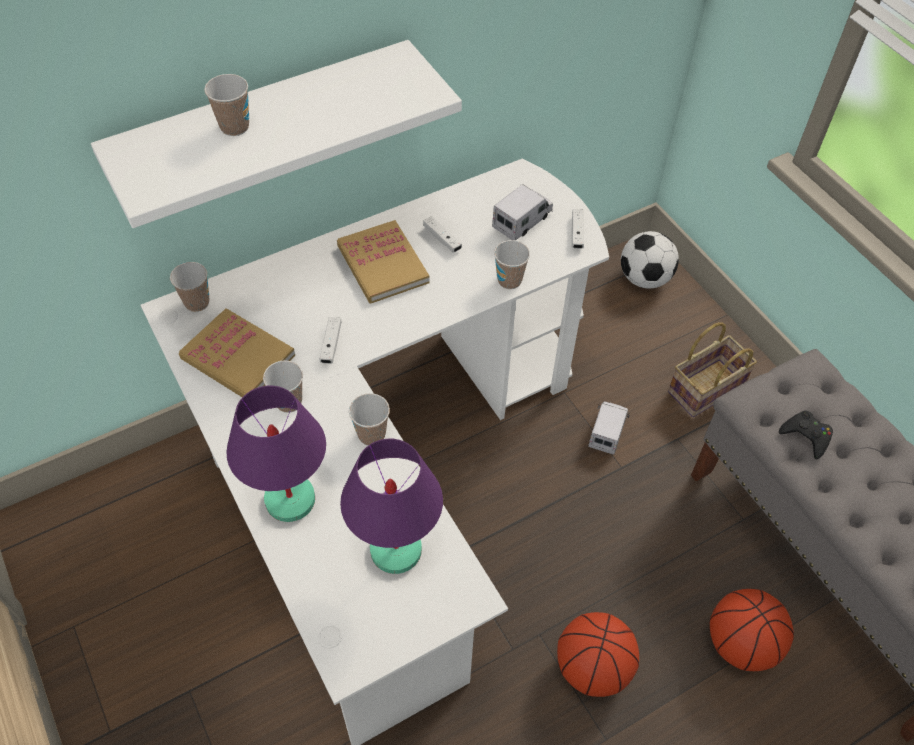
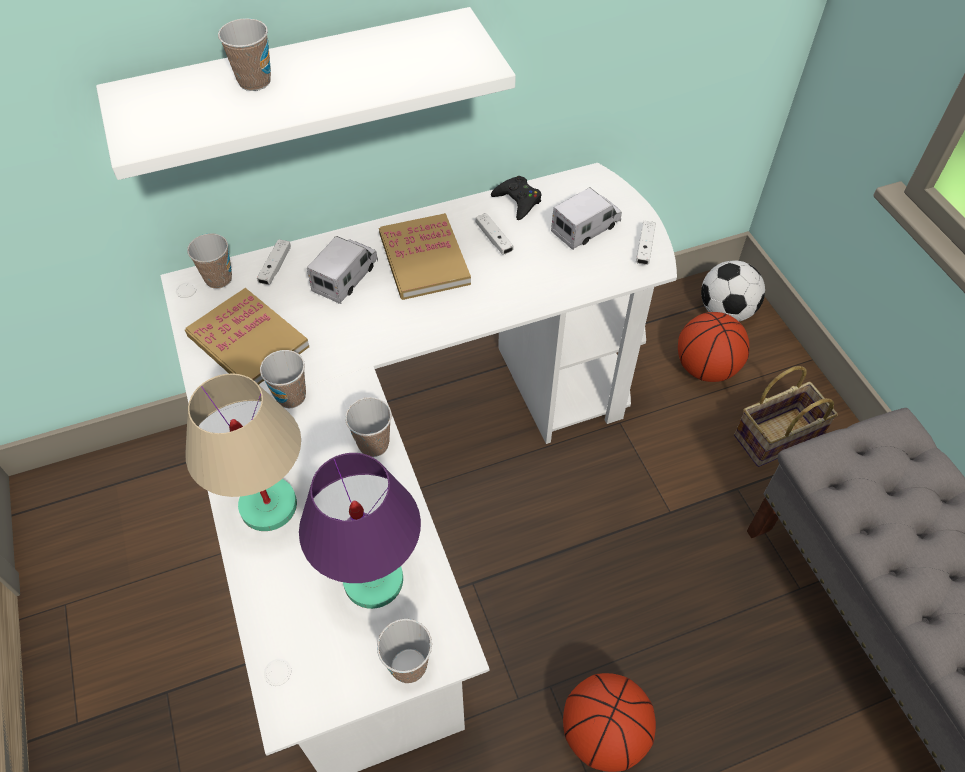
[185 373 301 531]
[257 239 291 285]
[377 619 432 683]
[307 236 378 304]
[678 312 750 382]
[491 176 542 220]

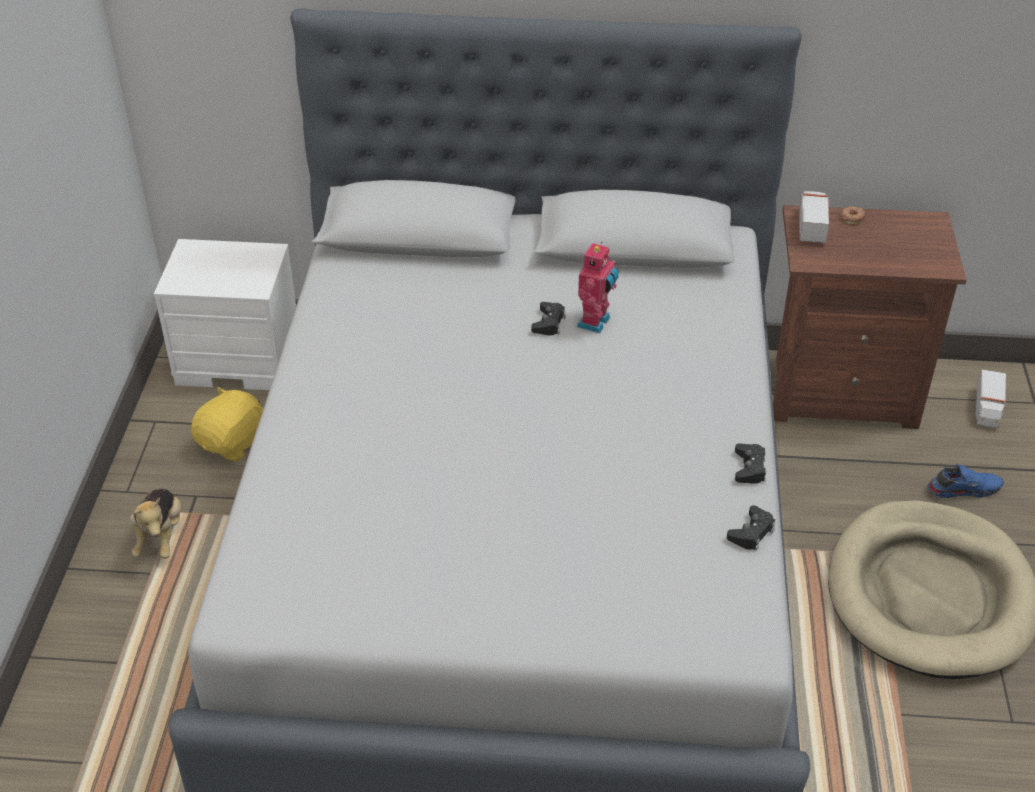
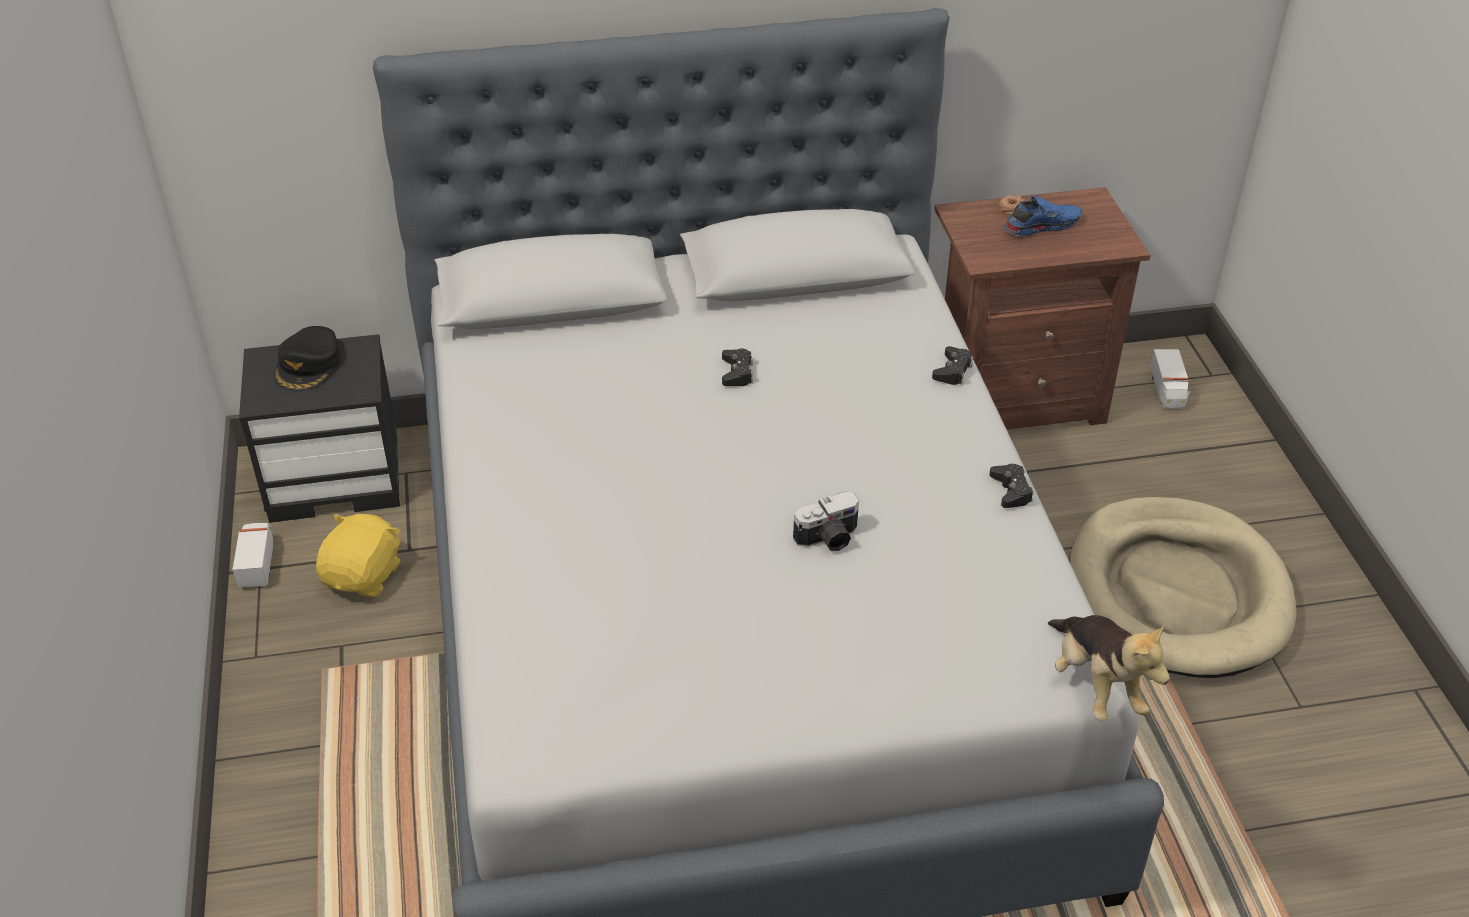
[1048 615 1170 721]
[239 334 400 523]
[577 241 619 333] (first image)
[932 346 973 385]
[233 523 273 588]
[1004 195 1082 237]
[274 326 341 391]
[793 491 859 551]

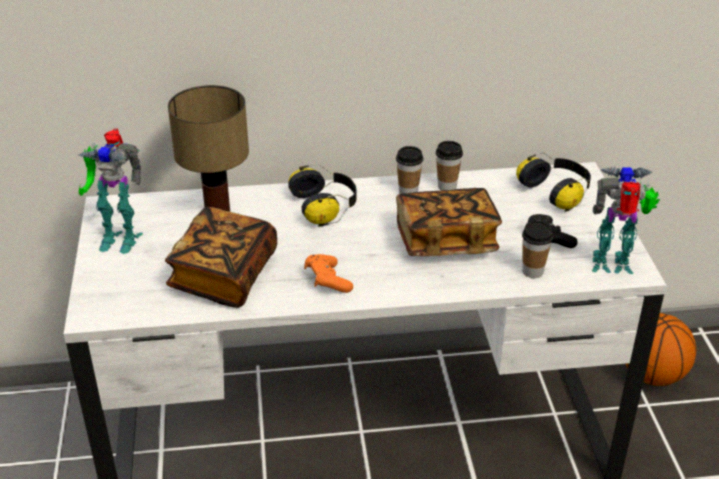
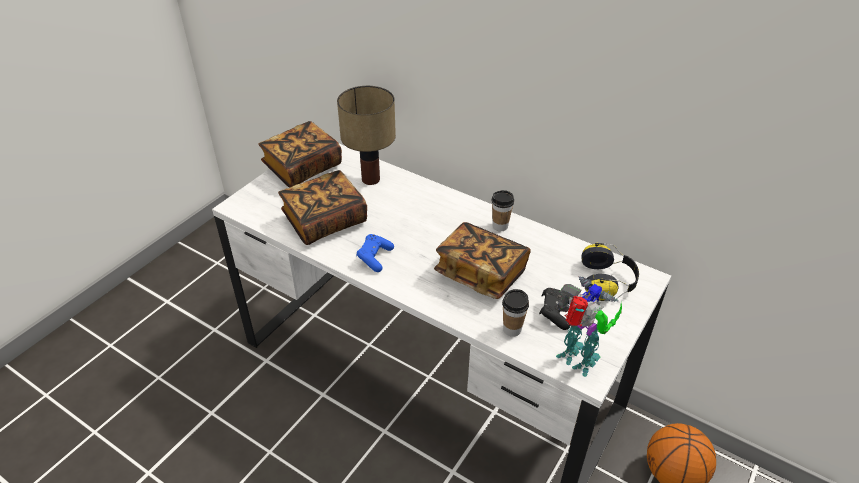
[258 121 342 188]
[288 164 357 227] (first image)
[357 234 394 272]
[436 141 463 190] (first image)

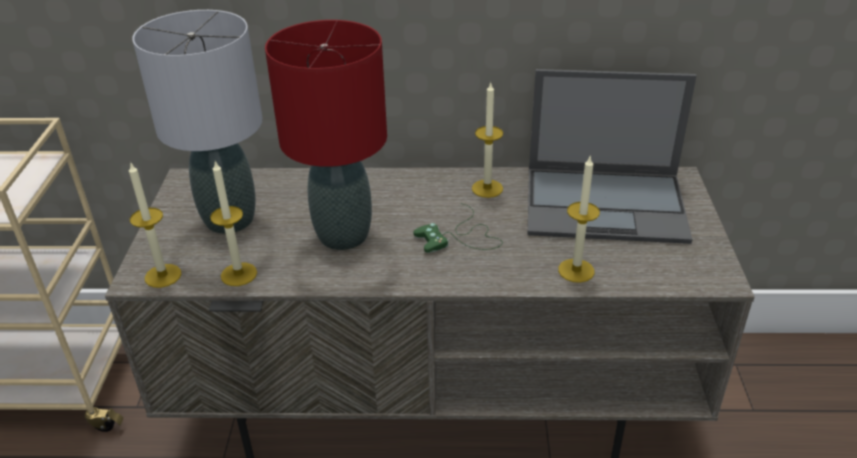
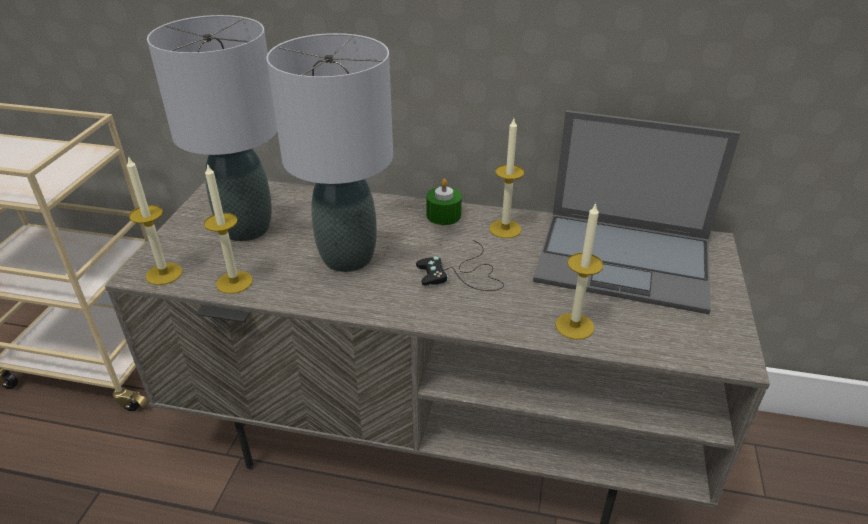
[266 33 393 272]
[416 240 504 291]
[426 179 462 225]

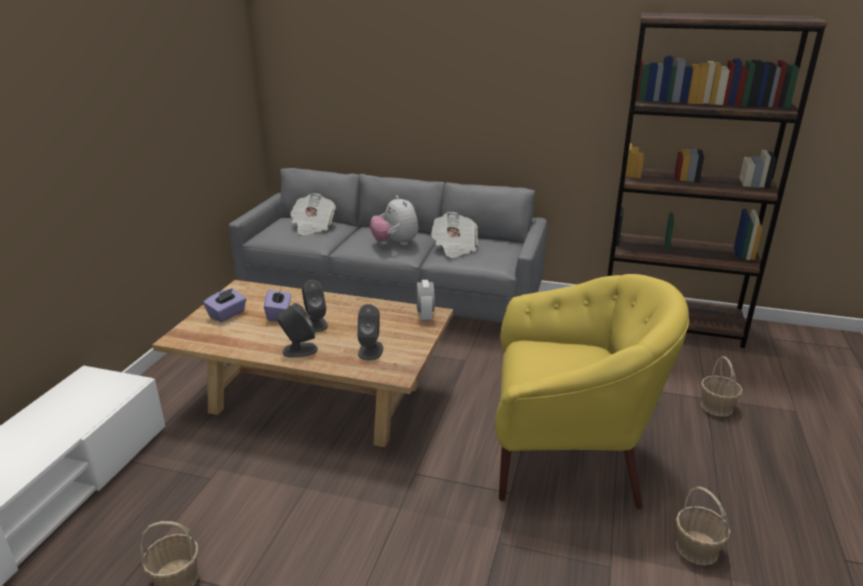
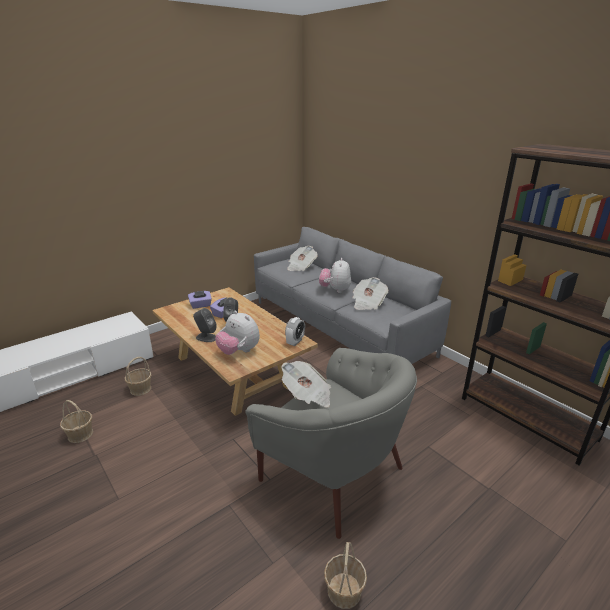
[215 311 260 355]
[245 348 417 539]
[125 357 151 396]
[281 361 331 407]

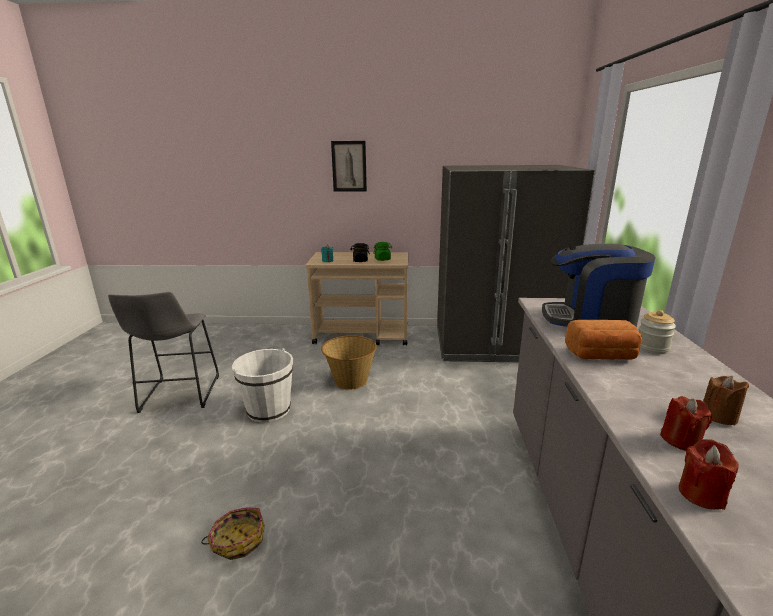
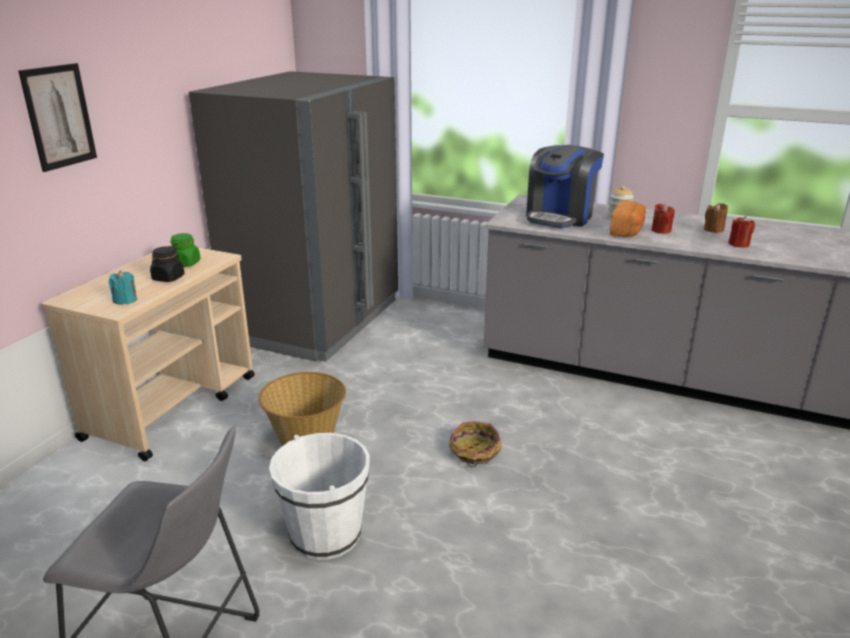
[449 421 501 467]
[652 204 675 234]

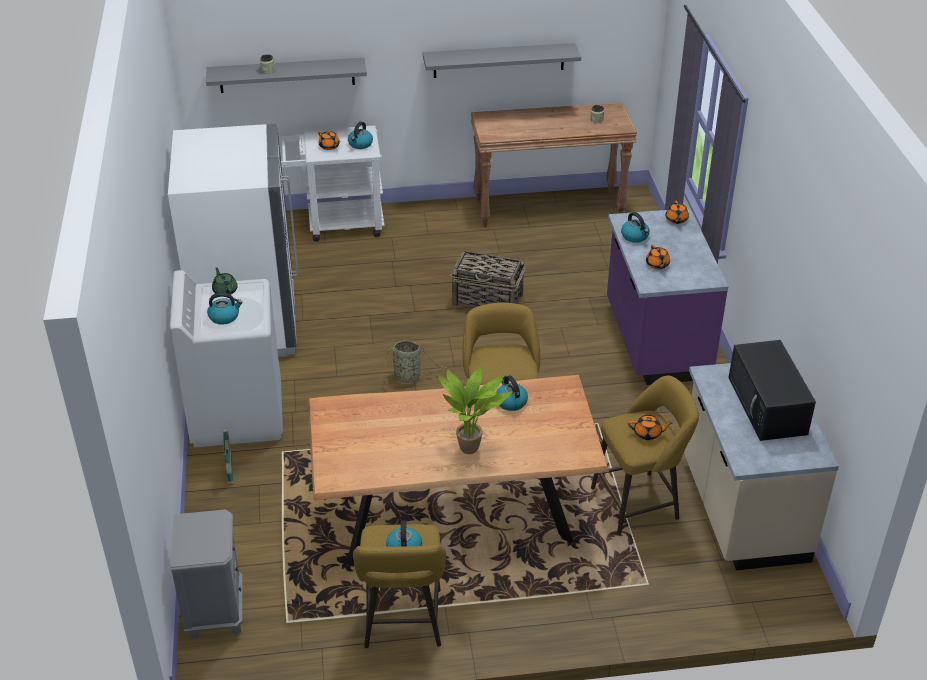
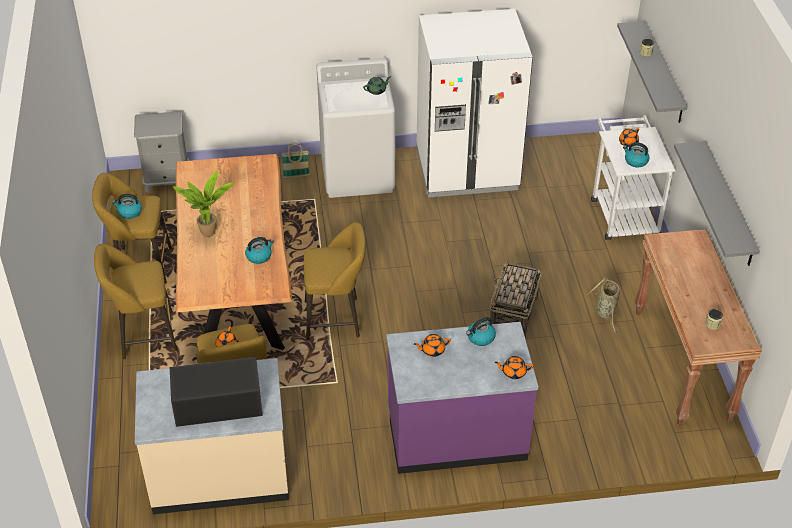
[207 292 243 325] (first image)
[587 277 620 334]
[94 244 177 359]

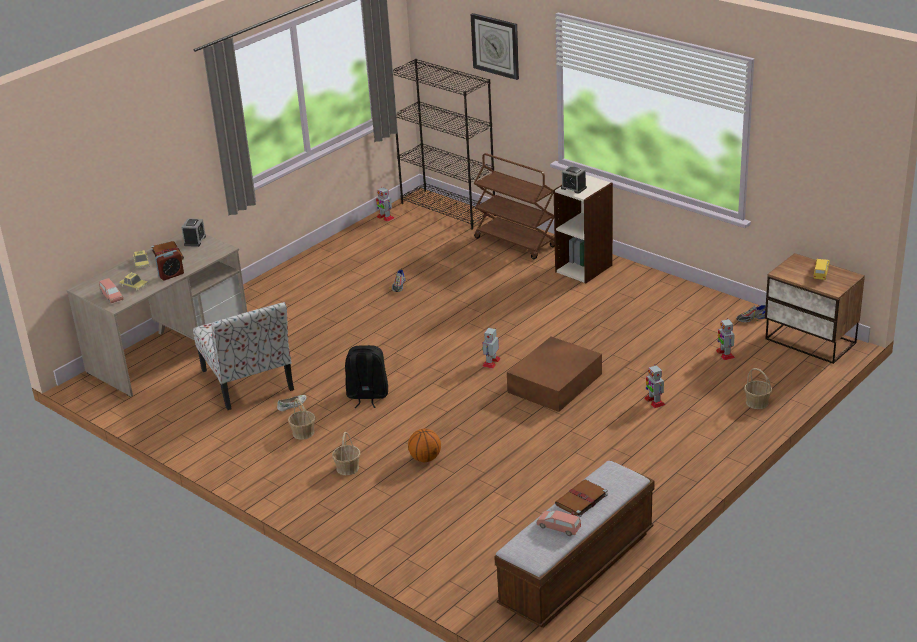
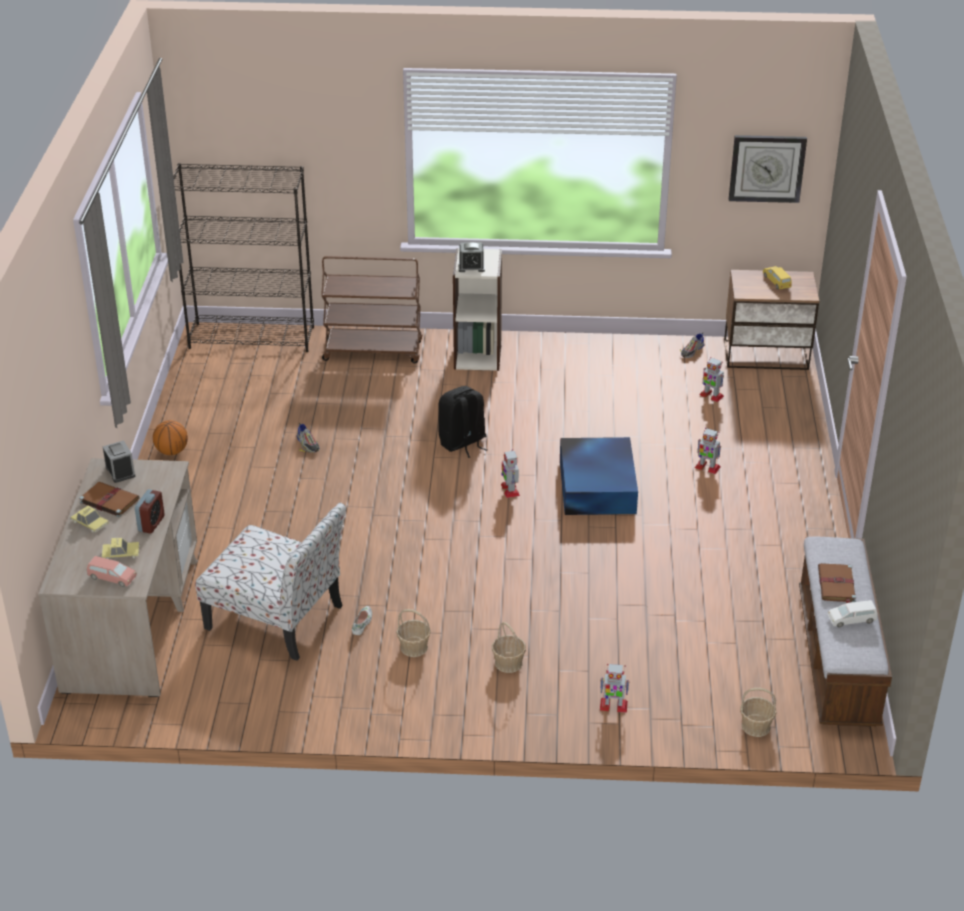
[438 386 487 458]
[600 664 629 713]
[153 420 188 455]
[729 135 807 203]
[560 437 638 515]
[828 600 878 627]
[740 688 777 737]

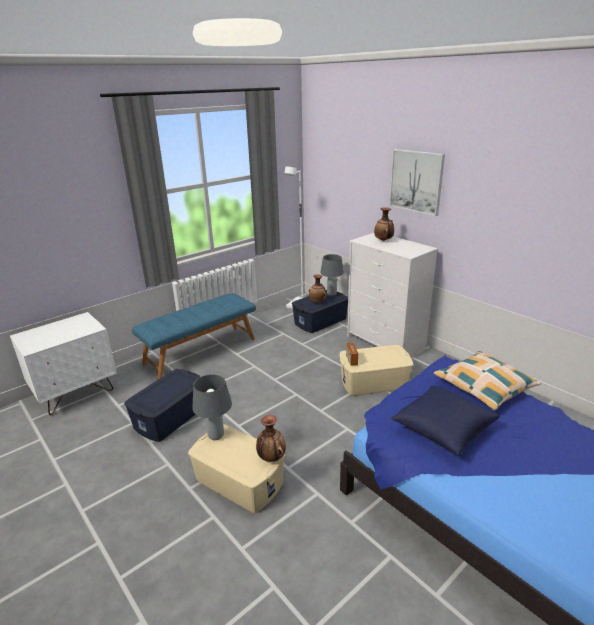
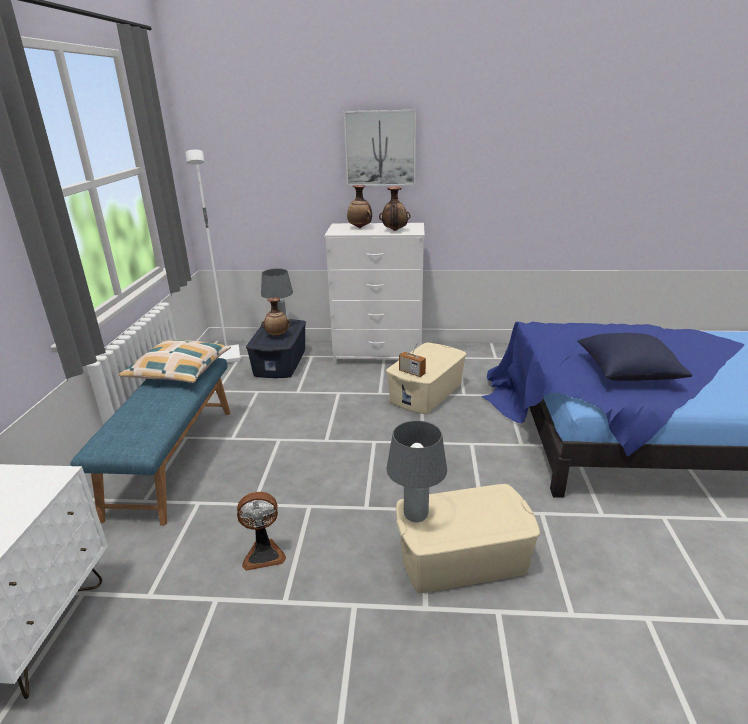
[237 492 286 571]
[379 186 411 231]
[118 340 231 383]

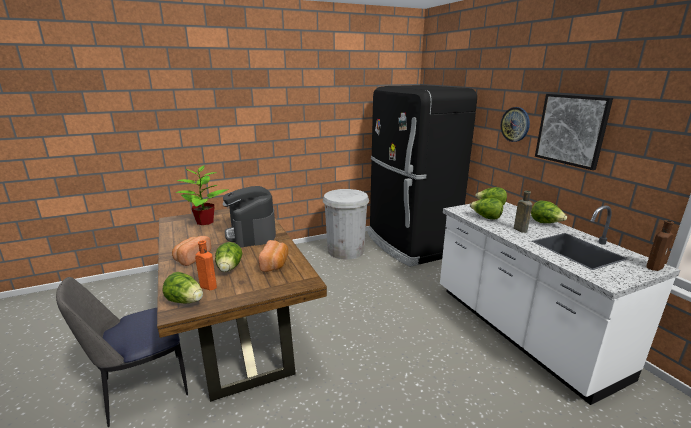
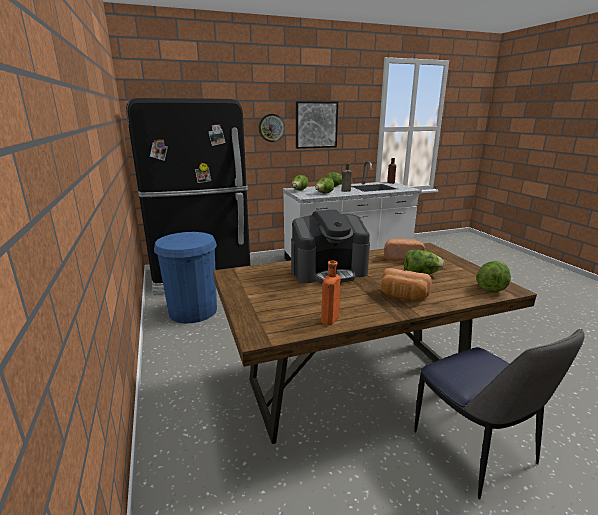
[175 165 228 225] (first image)
[321 261 341 325]
[154 232 217 323]

